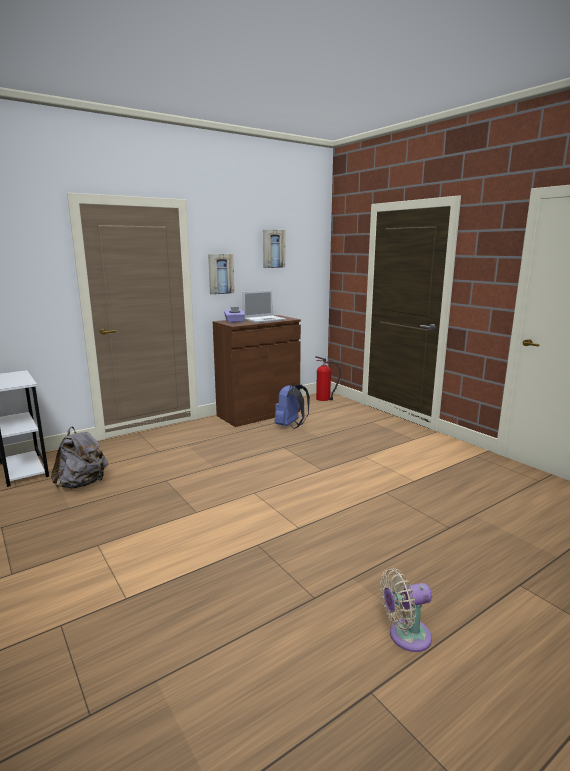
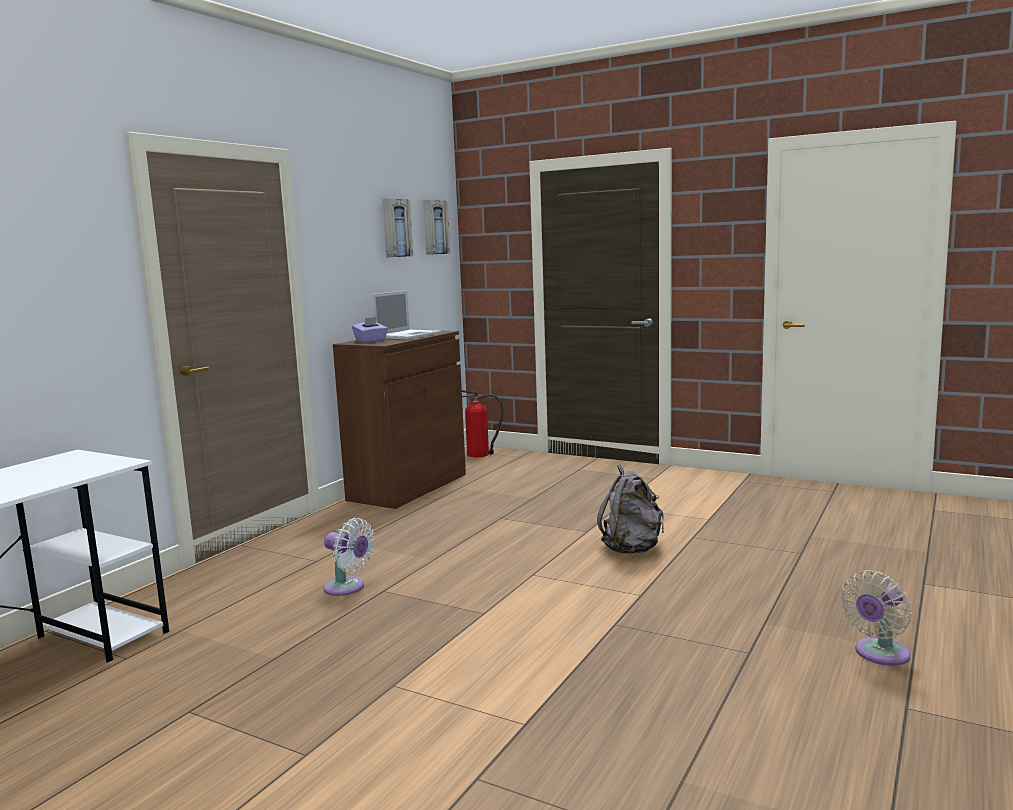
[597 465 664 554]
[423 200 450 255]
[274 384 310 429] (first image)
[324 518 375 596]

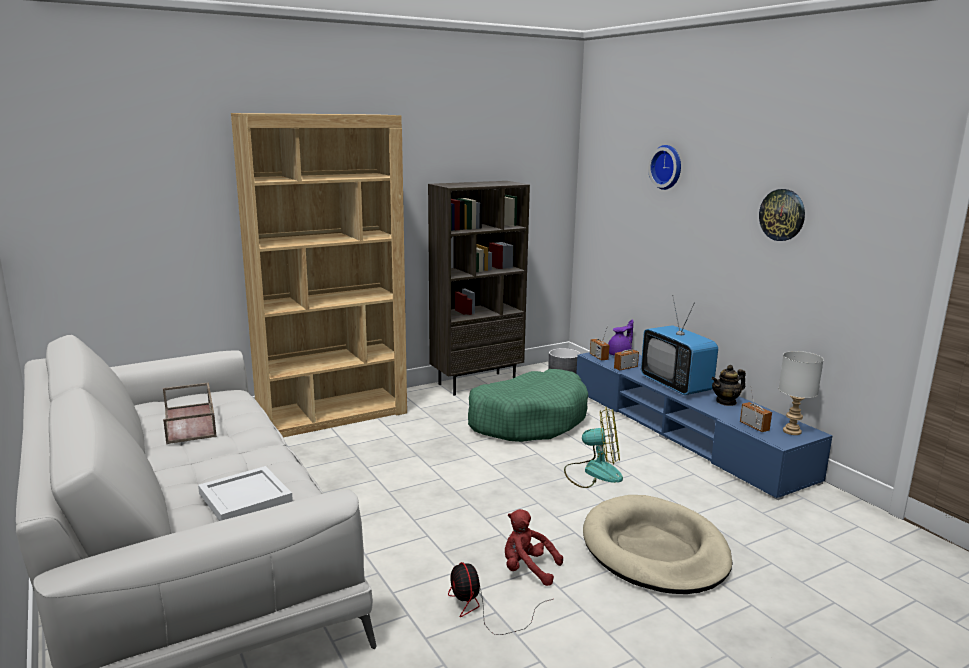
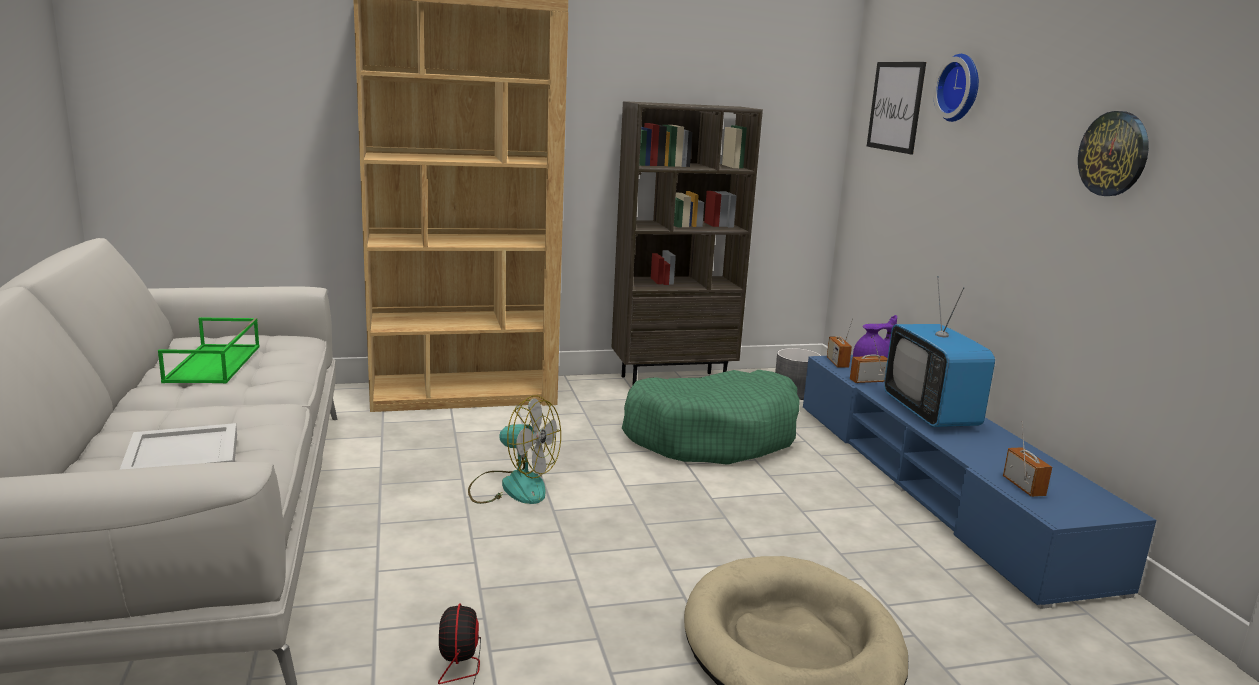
[158 317 260 383]
[505 509 563 586] (first image)
[468 395 561 504]
[711 365 746 406] (first image)
[779 351 824 435] (first image)
[867 62 926 154]

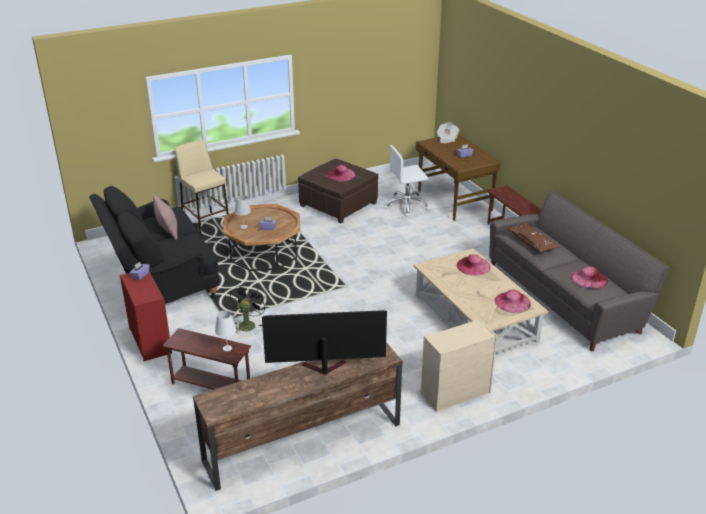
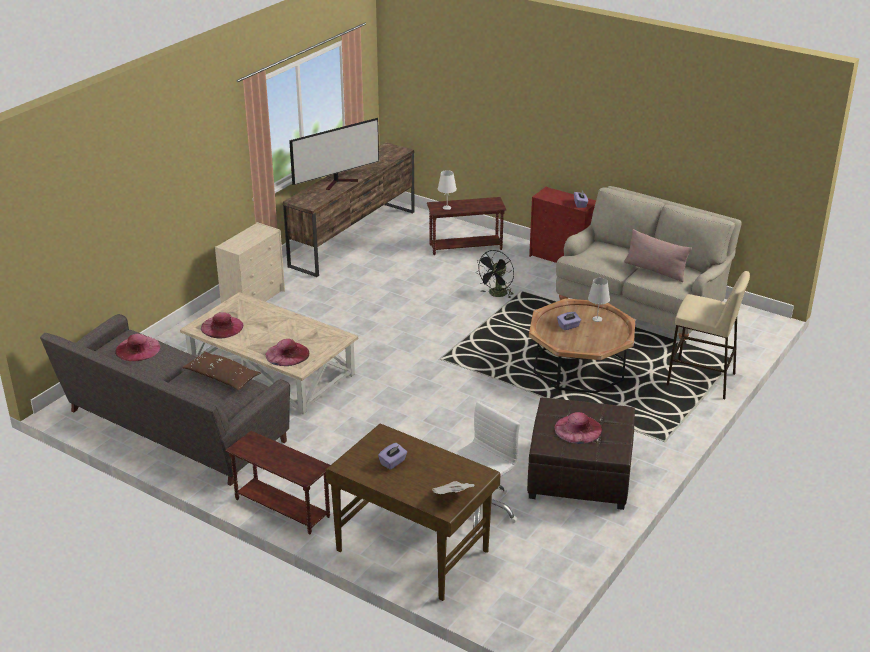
[556 186 741 344]
[477 250 514 298]

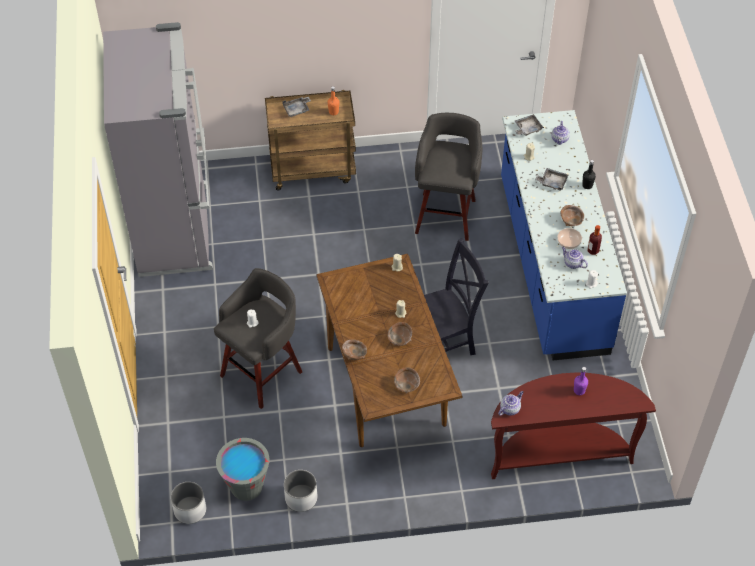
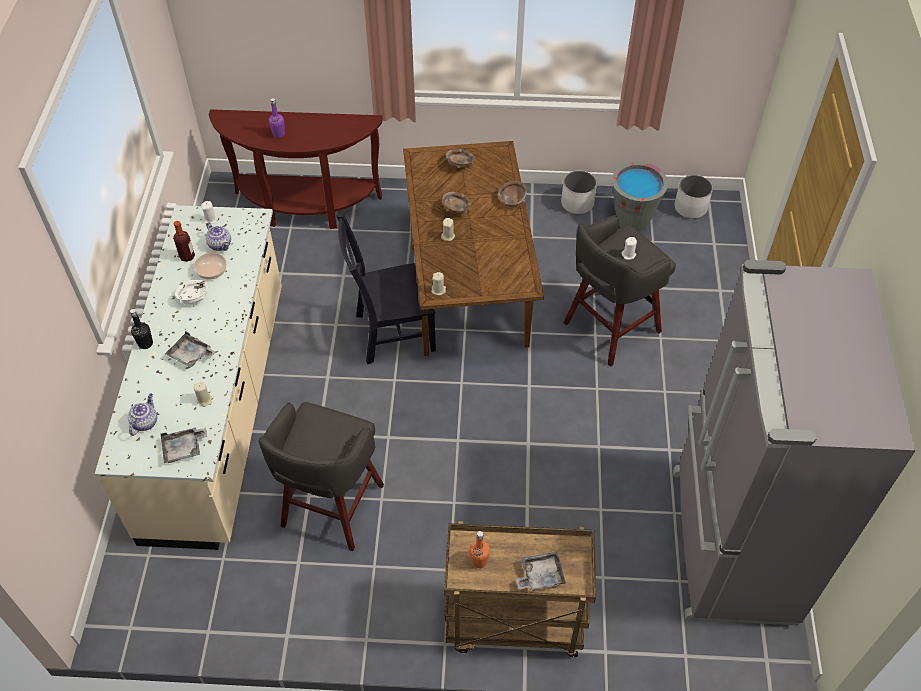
[498 391 524 416] (first image)
[95 205 282 550]
[175 280 208 304]

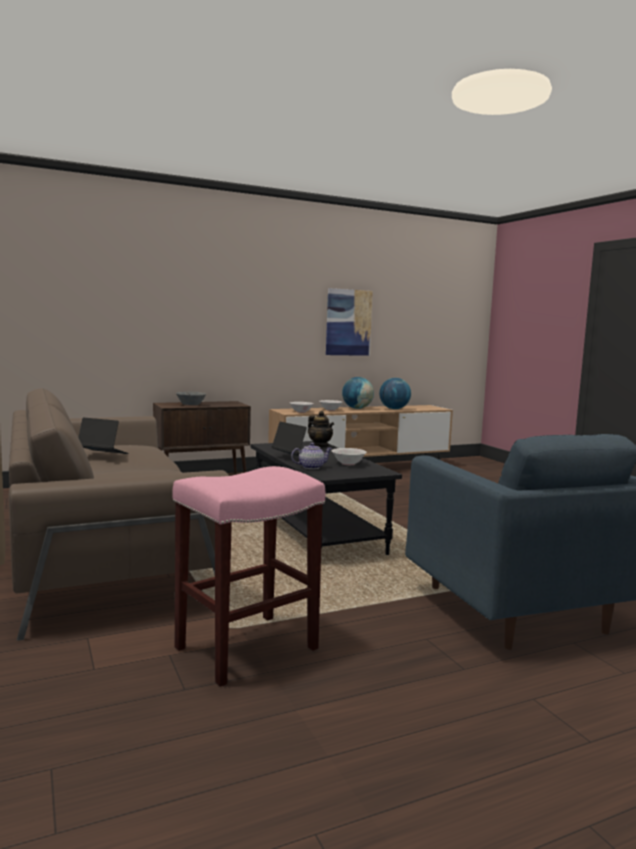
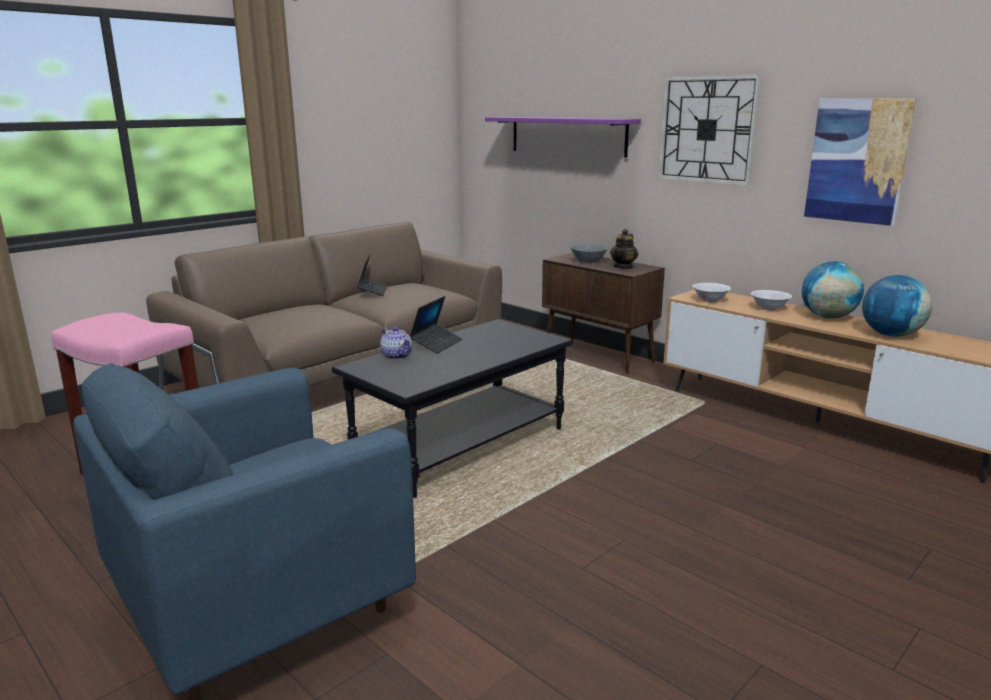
[610 229 638 269]
[332 448 367 465] (first image)
[485 117 641 157]
[658 74 762 186]

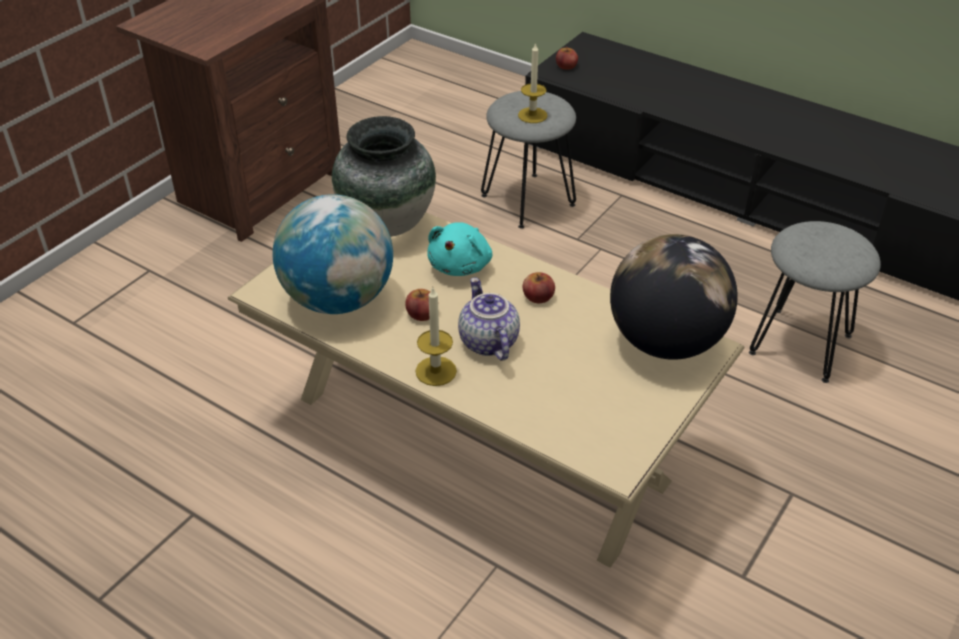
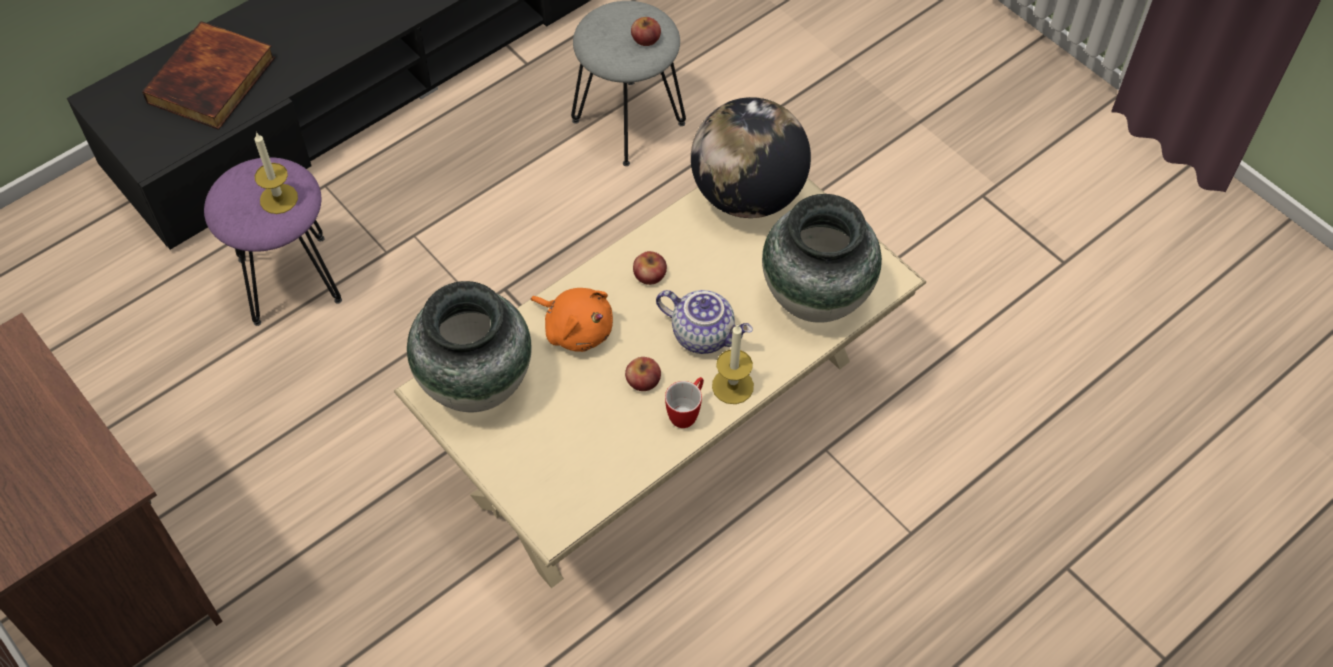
[273 194 393 314] (first image)
[531 288 613 352]
[656 290 753 354]
[204 157 342 326]
[631 17 661 46]
[142 21 275 130]
[665 377 704 428]
[762 194 882 323]

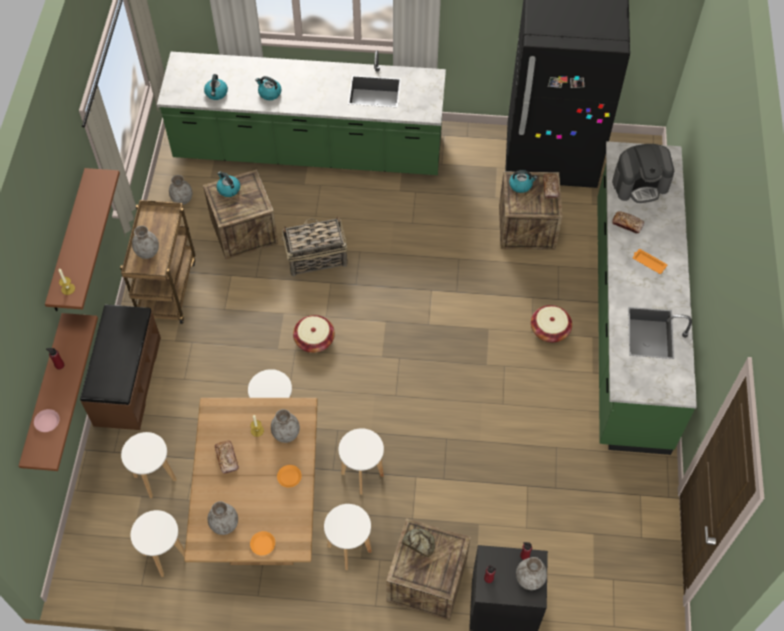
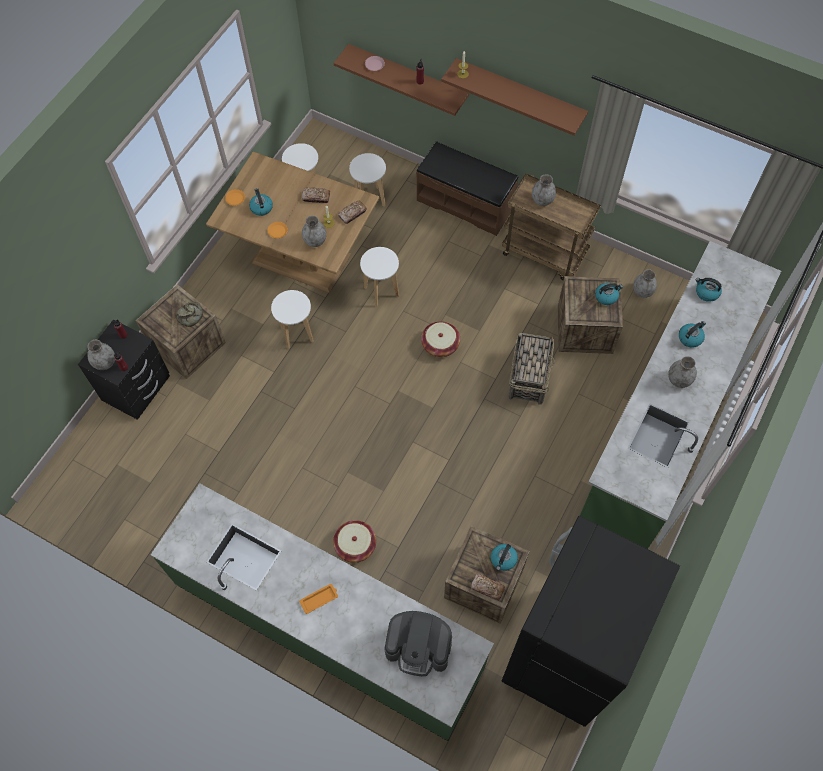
[668 356 697 388]
[324 504 372 570] (first image)
[385 611 452 676]
[338 201 367 224]
[249 188 273 216]

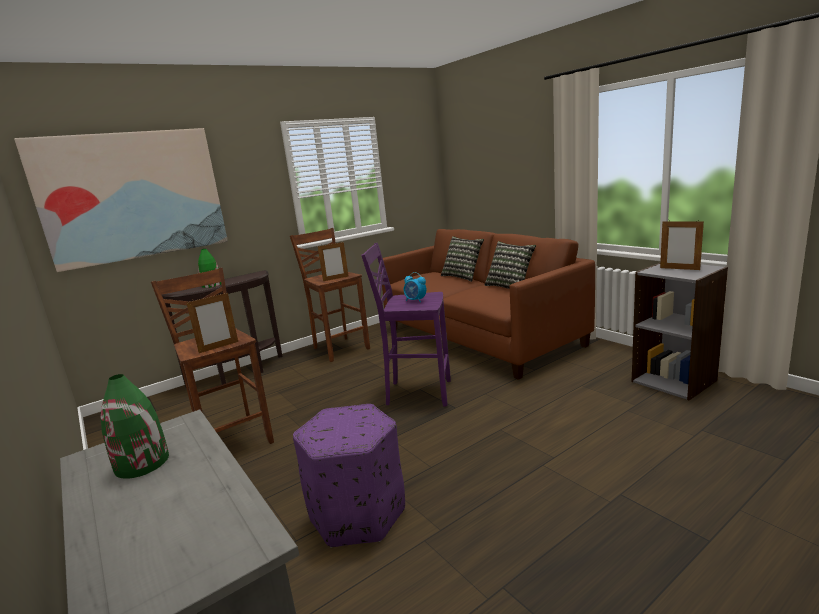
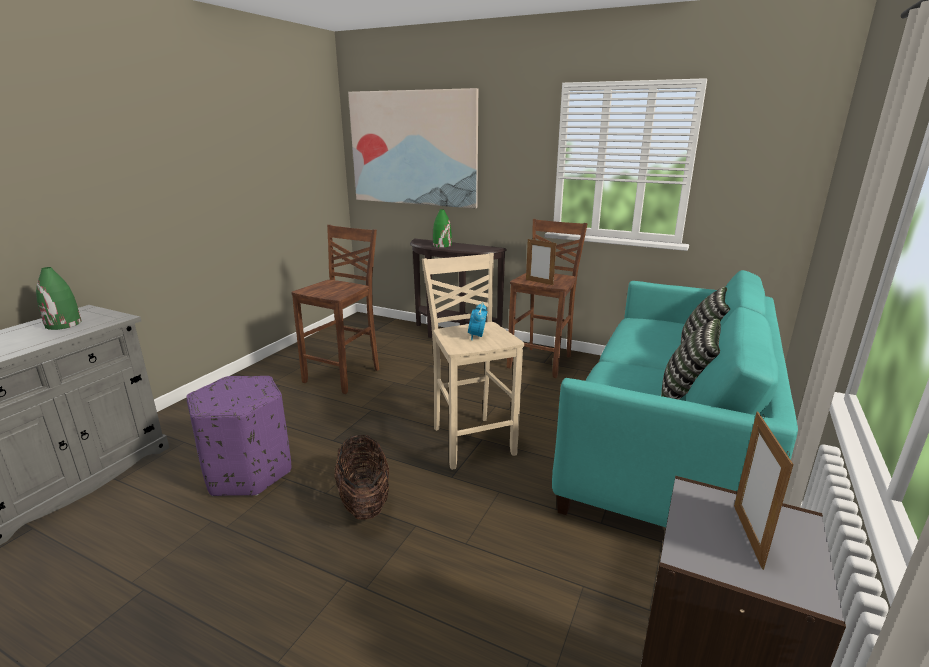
[186 293 238 353] (first image)
[422 253 524 470]
[552 270 798 527]
[334 435 389 520]

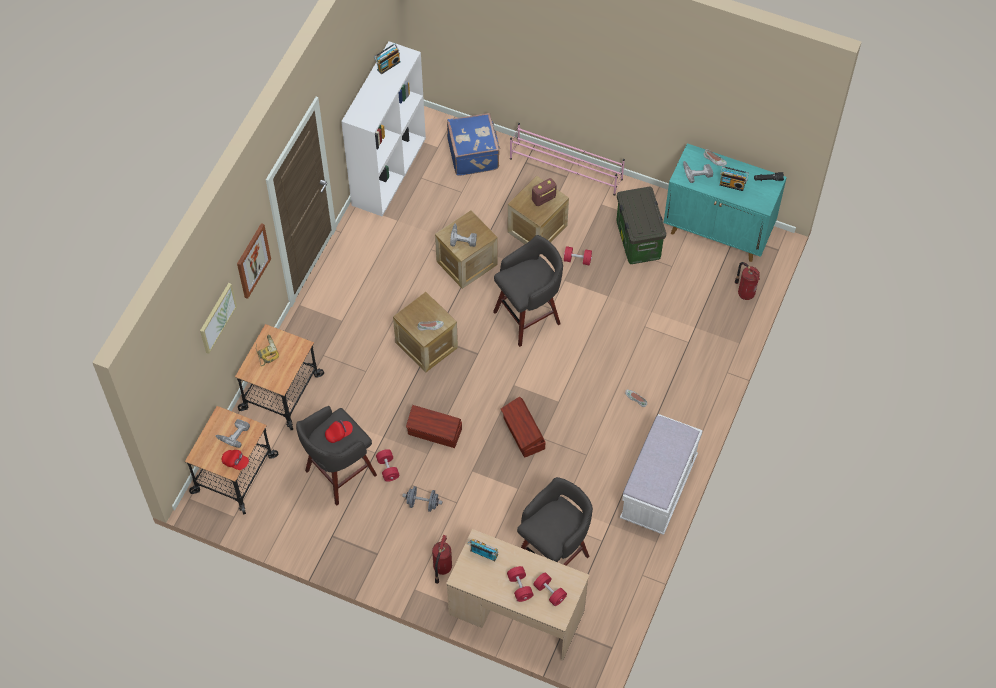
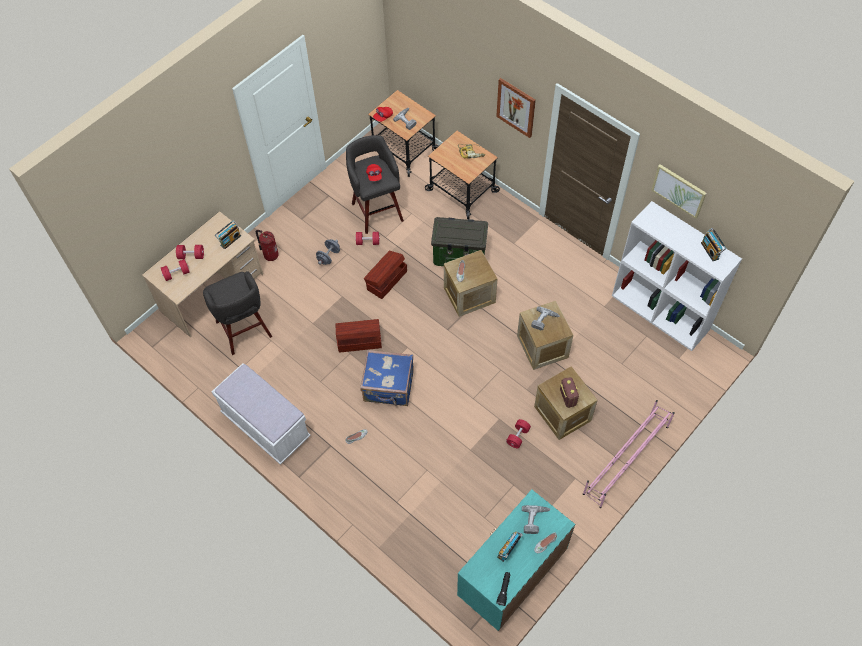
[651 164 707 219]
[360 350 414 406]
[493 235 563 347] (first image)
[431 217 488 266]
[735 262 760 300] (first image)

